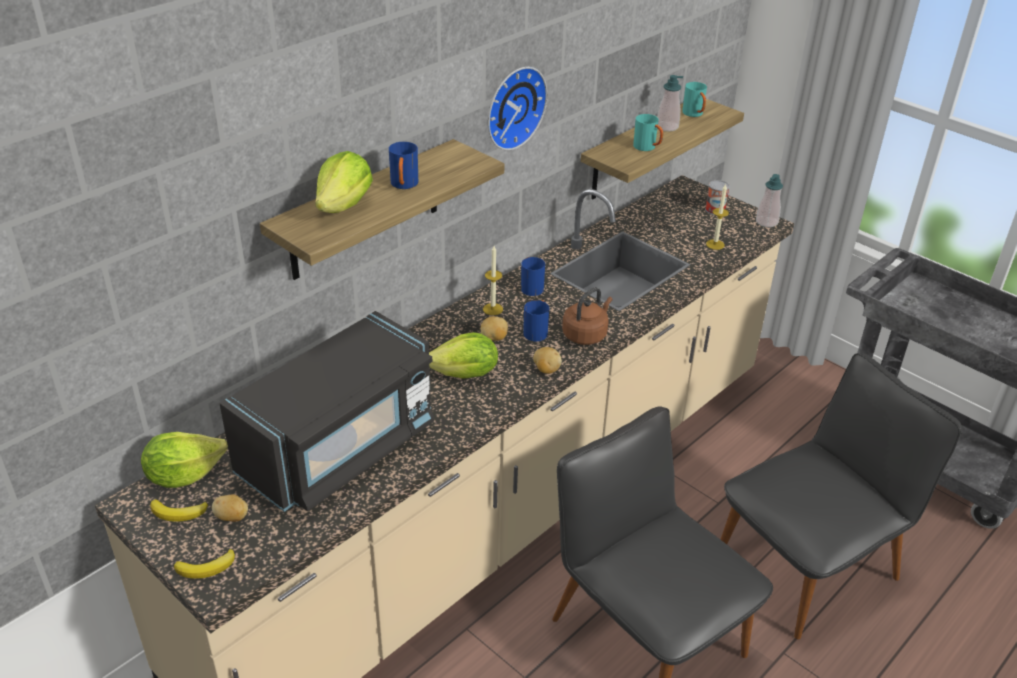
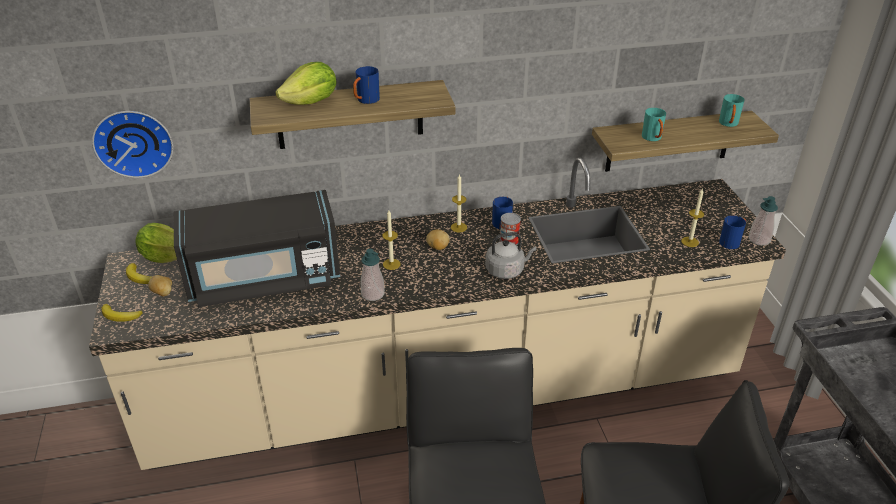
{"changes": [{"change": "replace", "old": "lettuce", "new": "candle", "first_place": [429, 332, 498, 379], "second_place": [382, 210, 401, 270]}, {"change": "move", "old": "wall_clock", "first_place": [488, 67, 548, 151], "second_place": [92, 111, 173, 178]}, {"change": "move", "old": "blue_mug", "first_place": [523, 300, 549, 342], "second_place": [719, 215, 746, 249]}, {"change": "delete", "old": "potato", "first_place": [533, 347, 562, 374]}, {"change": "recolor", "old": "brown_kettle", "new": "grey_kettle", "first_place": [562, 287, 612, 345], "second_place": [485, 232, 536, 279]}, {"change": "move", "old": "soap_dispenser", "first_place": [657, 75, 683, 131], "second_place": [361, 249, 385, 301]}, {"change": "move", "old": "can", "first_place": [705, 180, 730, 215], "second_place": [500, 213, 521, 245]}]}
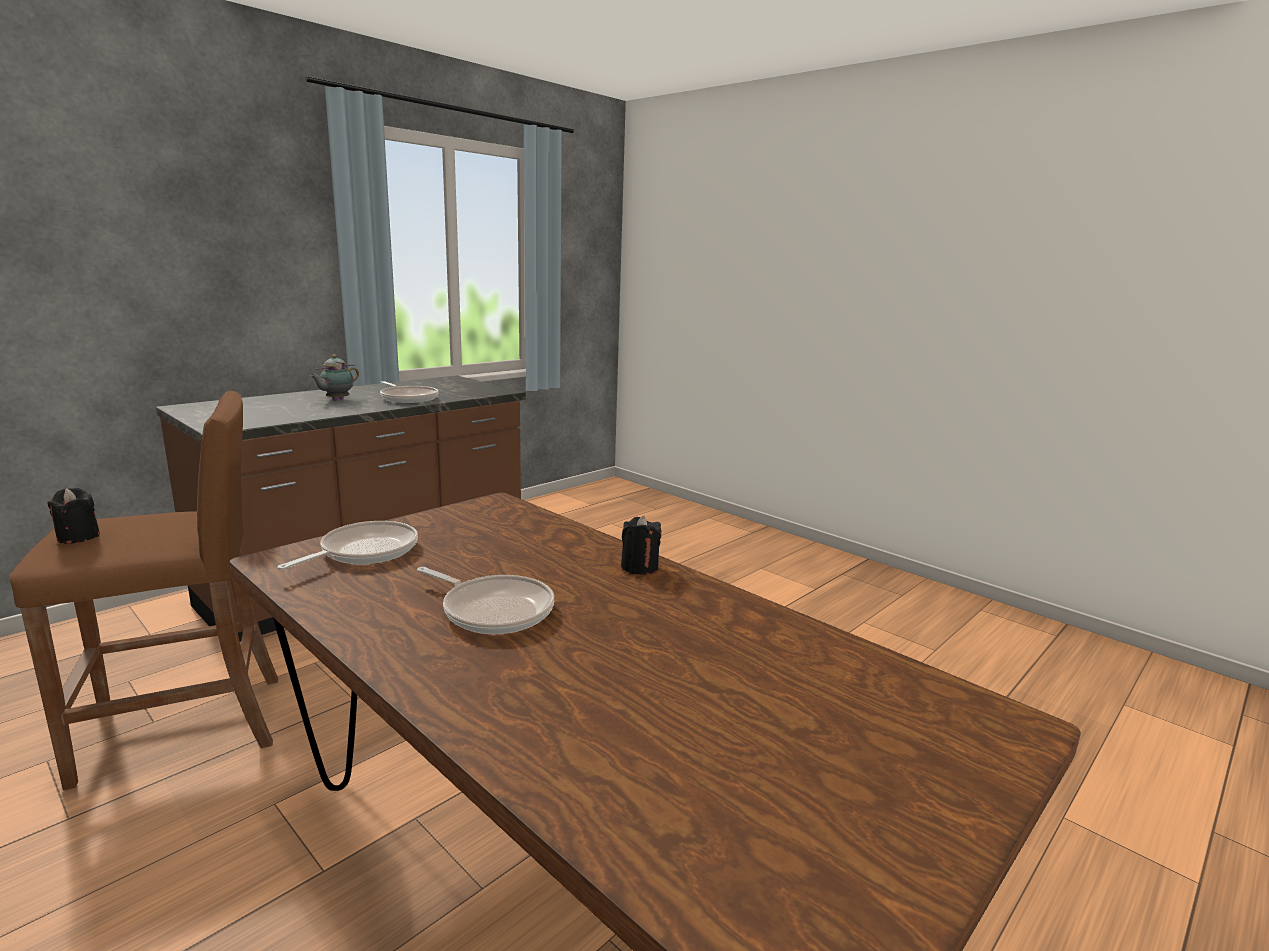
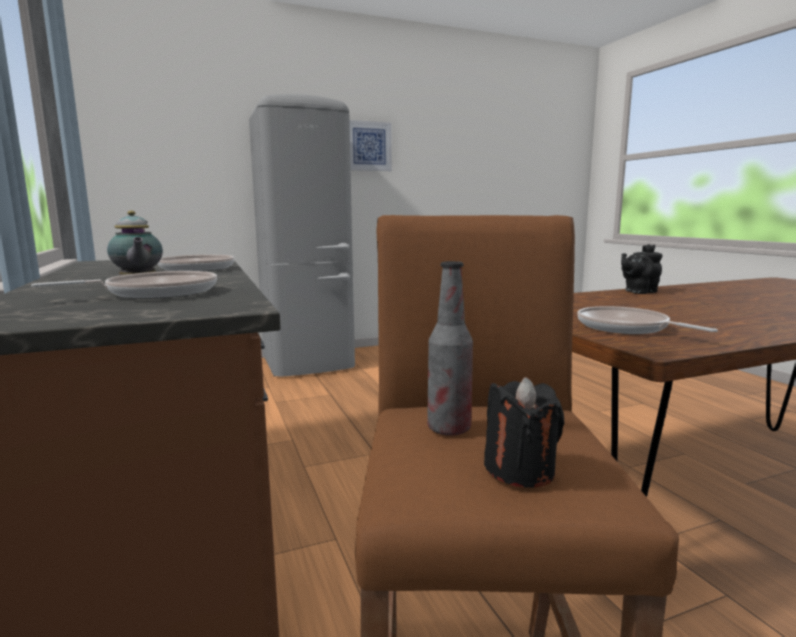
{"changes": [{"change": "move", "old": "frying_pan", "first_place": [417, 567, 554, 634], "second_place": [31, 271, 217, 299]}, {"change": "replace", "old": "black_candle", "new": "black_teapot", "first_place": [621, 515, 662, 575], "second_place": [621, 244, 663, 294]}, {"change": "insert", "new": "grey_fridge", "second_place": [249, 94, 355, 376]}, {"change": "insert", "new": "picture", "second_place": [349, 120, 392, 171]}, {"change": "insert", "new": "bottle", "second_place": [427, 261, 473, 436]}]}
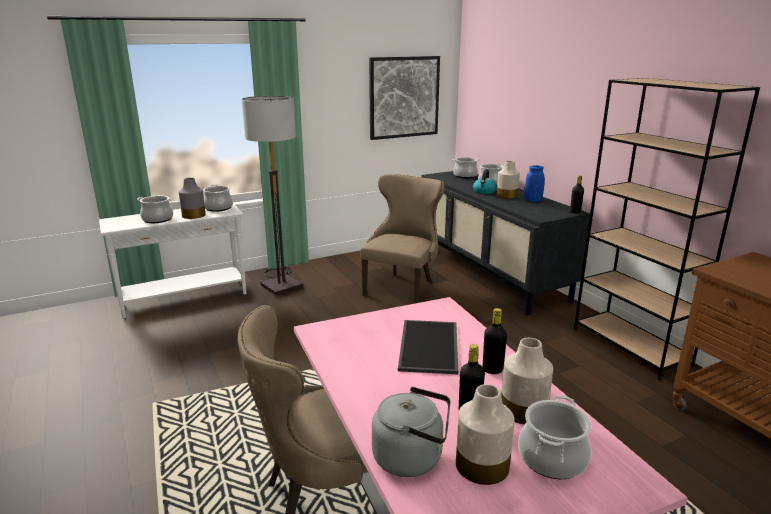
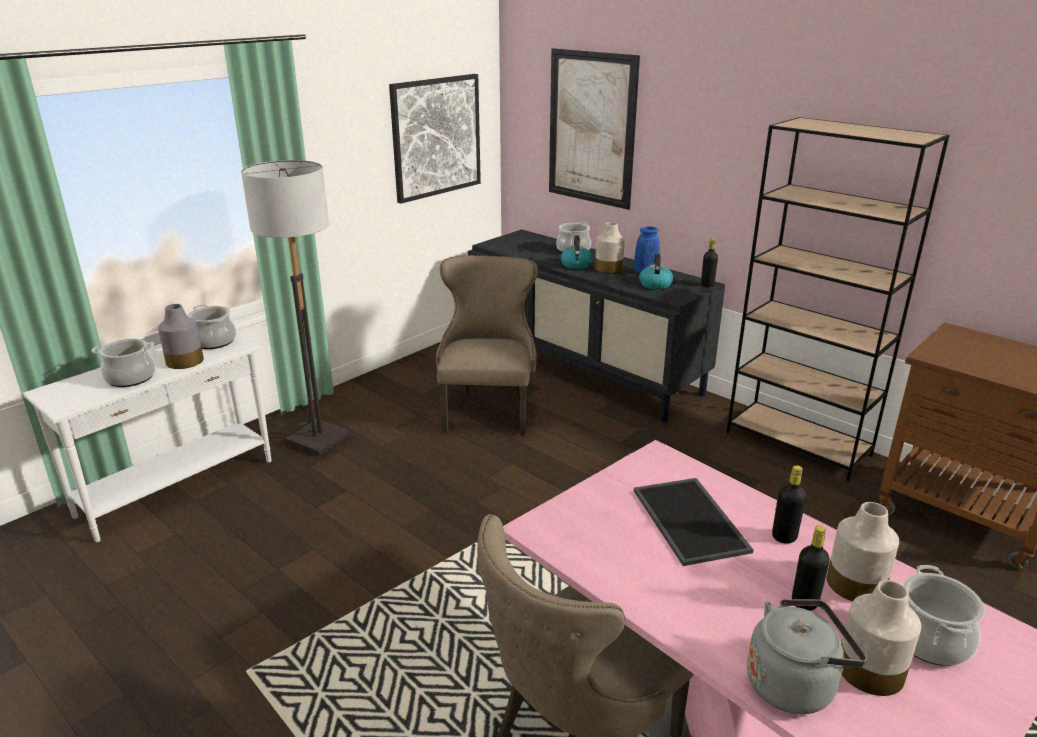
{"changes": [{"change": "delete", "old": "cooking_pot", "first_place": [452, 157, 480, 178]}, {"change": "insert", "new": "picture", "second_place": [549, 48, 640, 210]}, {"change": "insert", "new": "kettle", "second_place": [639, 253, 673, 290]}]}
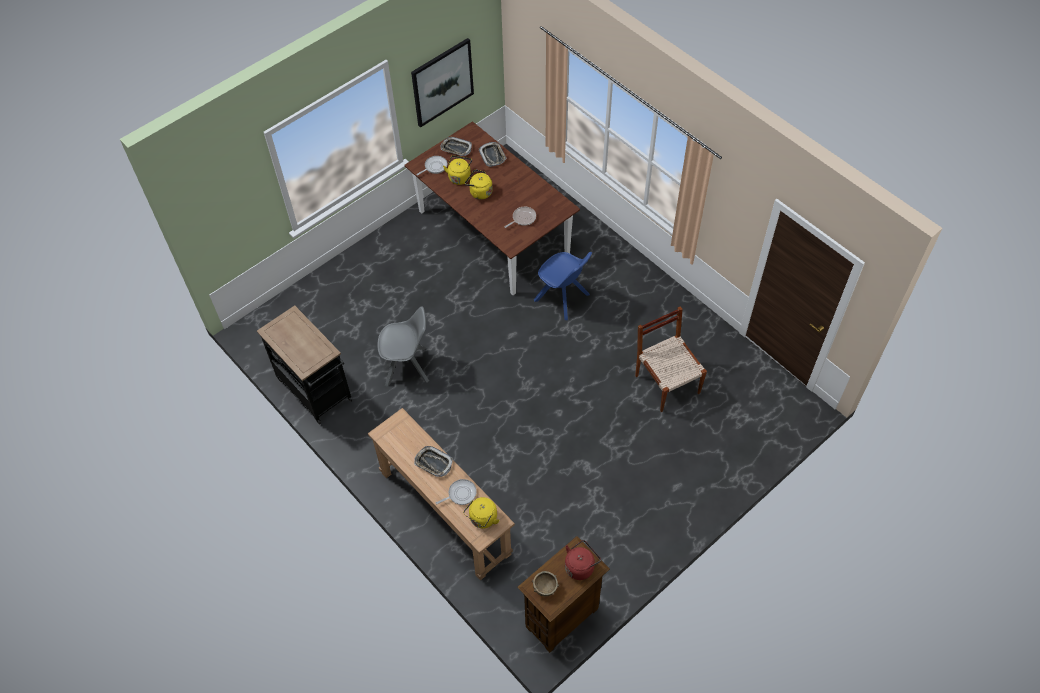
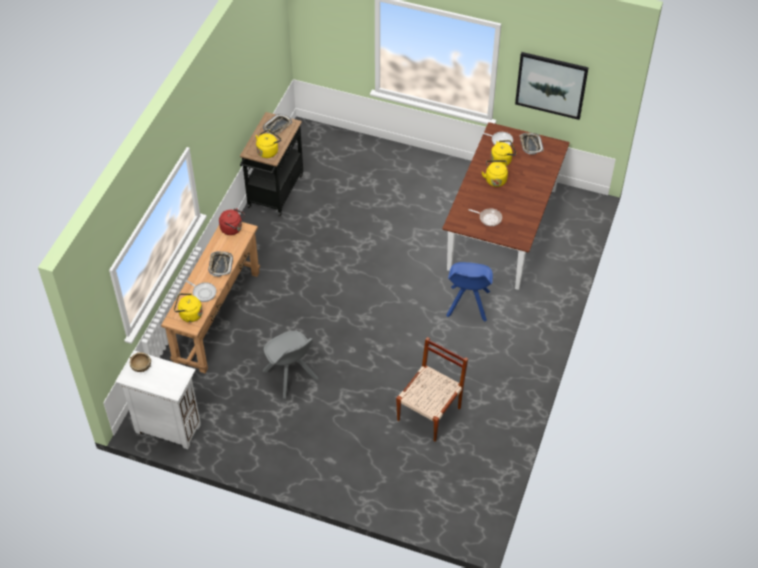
{"changes": [{"change": "move", "old": "grey_chair", "first_place": [377, 307, 429, 387], "second_place": [263, 331, 318, 399]}, {"change": "move", "old": "tray", "first_place": [479, 142, 507, 167], "second_place": [263, 114, 292, 134]}, {"change": "recolor", "old": "brown_cabinet", "new": "white_cabinet", "first_place": [517, 536, 610, 653], "second_place": [115, 350, 200, 449]}, {"change": "move", "old": "red_kettle", "first_place": [565, 540, 601, 580], "second_place": [219, 208, 245, 235]}, {"change": "insert", "new": "yellow_kettle", "second_place": [256, 130, 282, 158]}]}
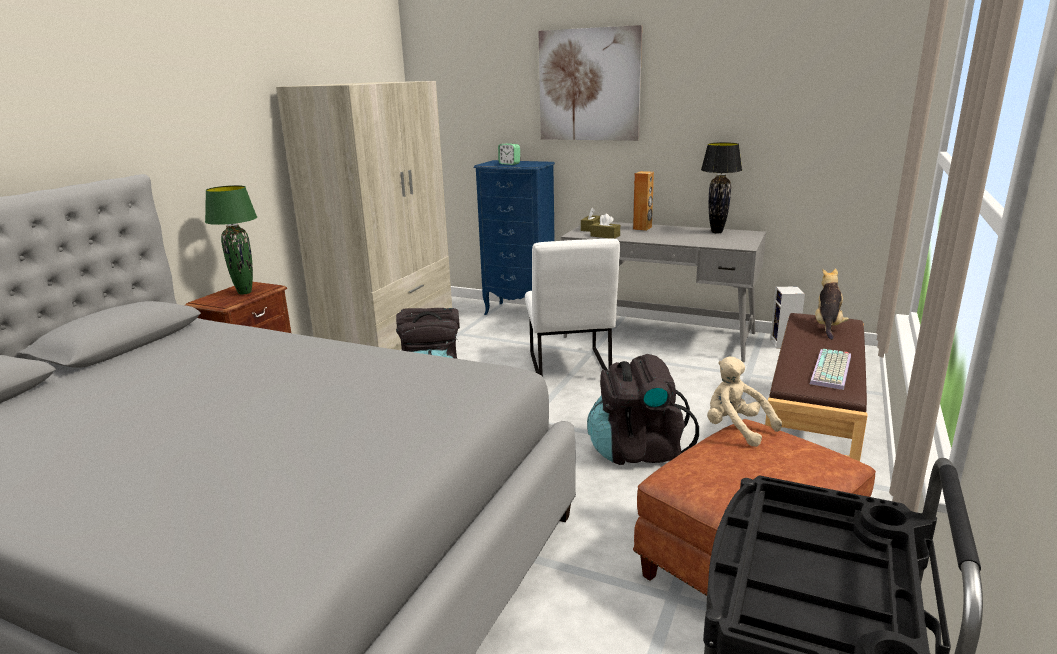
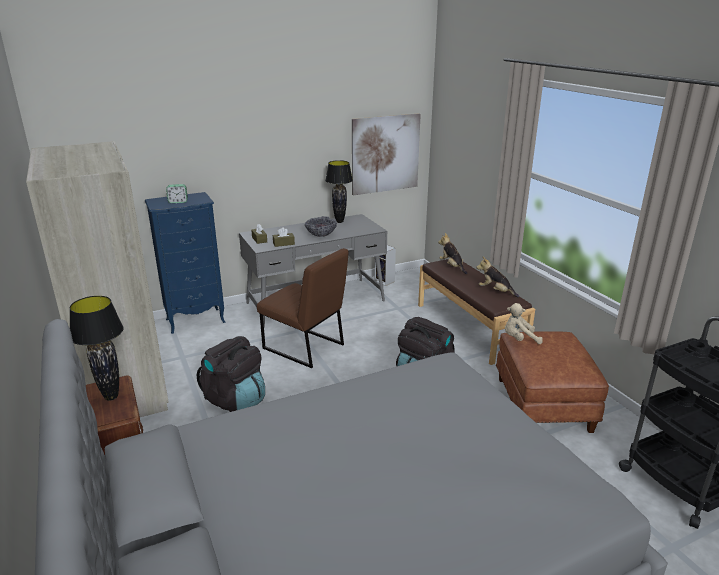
{"changes": [{"change": "recolor", "old": "green_table_lamp", "new": "black_table_lamp", "first_place": [205, 185, 257, 295], "second_place": [70, 296, 123, 401]}, {"change": "recolor", "old": "white_chair", "new": "brown_chair", "first_place": [525, 239, 620, 377], "second_place": [257, 248, 349, 368]}, {"change": "move", "old": "picture", "first_place": [538, 25, 642, 141], "second_place": [352, 113, 421, 195]}, {"change": "delete", "old": "brown_speaker", "first_place": [633, 171, 654, 231]}, {"change": "replace", "old": "keyboard", "new": "plush_toy", "first_place": [810, 349, 851, 390], "second_place": [477, 256, 519, 298]}, {"change": "insert", "new": "bowl", "second_place": [305, 216, 337, 237]}]}
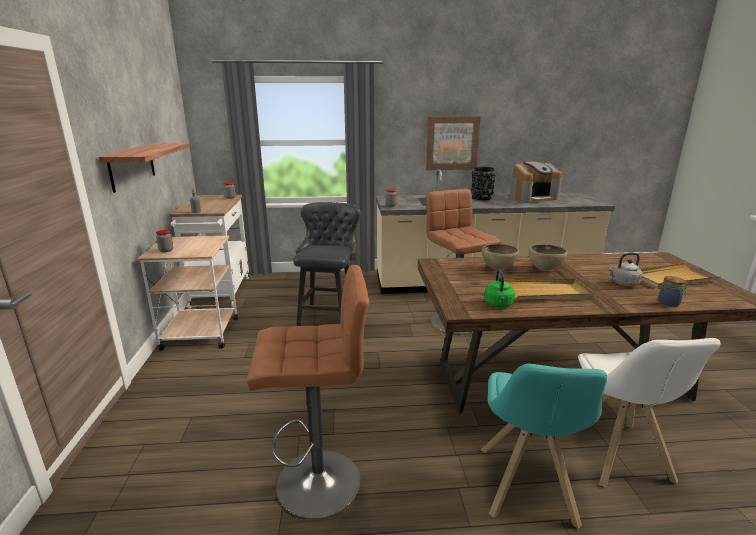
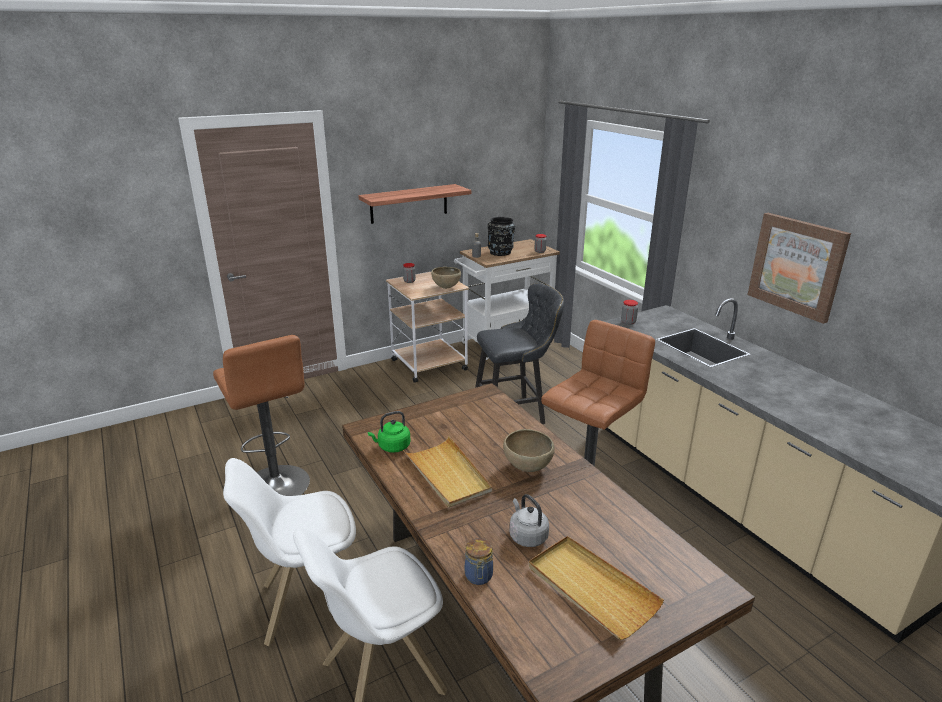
{"changes": [{"change": "move", "old": "black_vase", "first_place": [471, 167, 496, 200], "second_place": [488, 217, 515, 256]}, {"change": "recolor", "old": "turquoise_chair", "new": "white_chair", "first_place": [481, 364, 607, 529], "second_place": [223, 458, 356, 646]}, {"change": "move", "old": "brown_bowl", "first_place": [482, 244, 519, 271], "second_place": [431, 267, 461, 289]}, {"change": "delete", "old": "coffee_machine", "first_place": [509, 161, 562, 203]}]}
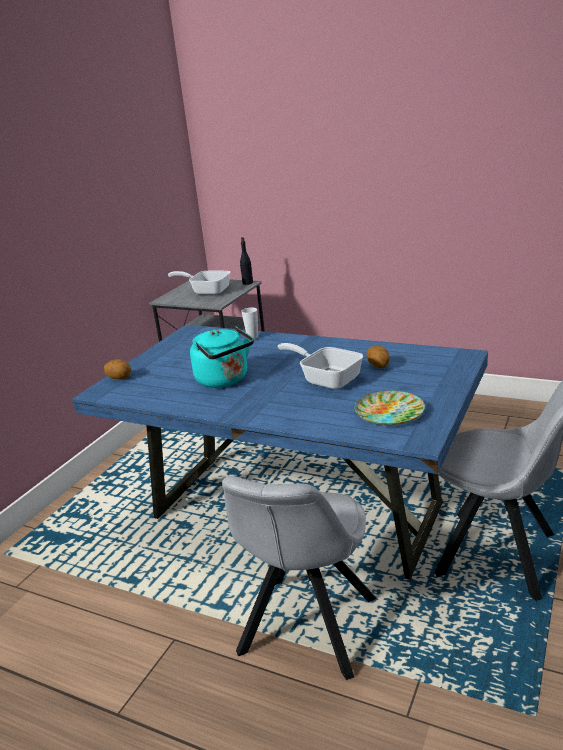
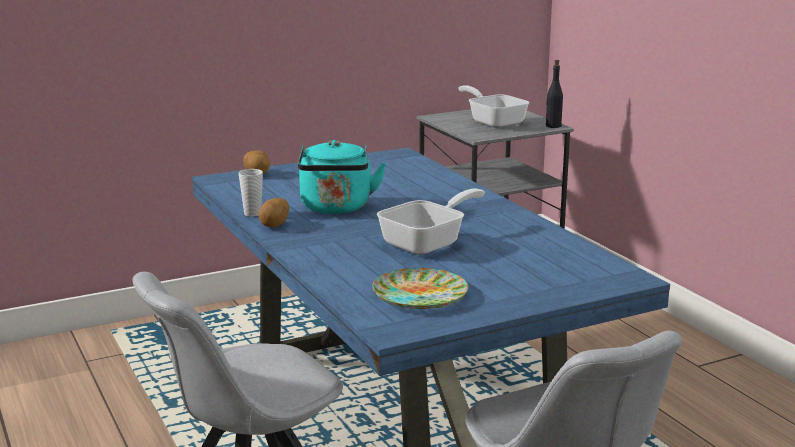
{"changes": [{"change": "move", "old": "cup", "first_place": [241, 308, 258, 339], "second_place": [239, 169, 263, 217]}, {"change": "rotate", "old": "frying_pan", "first_place": [277, 343, 363, 389], "second_place": [377, 189, 485, 255], "degrees": 60}, {"change": "move", "old": "potato", "first_place": [366, 346, 390, 368], "second_place": [258, 198, 289, 227]}]}
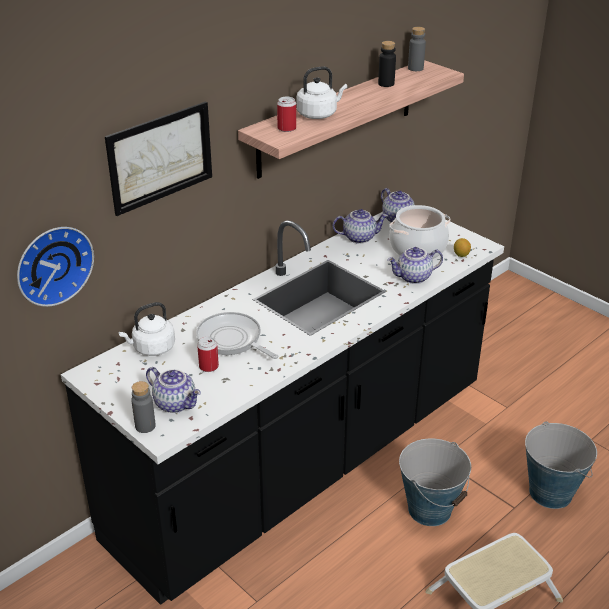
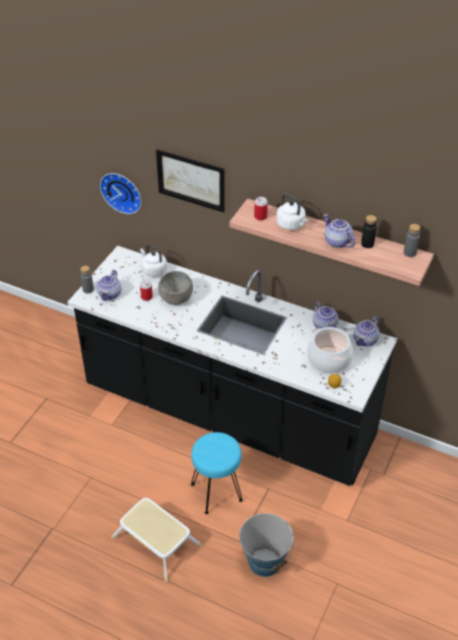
{"changes": [{"change": "replace", "old": "frying_pan", "new": "grey_bowl", "first_place": [196, 312, 278, 359], "second_place": [158, 271, 193, 305]}, {"change": "move", "old": "teapot", "first_place": [387, 247, 443, 284], "second_place": [324, 214, 355, 248]}, {"change": "replace", "old": "bucket", "new": "turquoise_stool", "first_place": [399, 438, 471, 526], "second_place": [191, 432, 243, 514]}]}
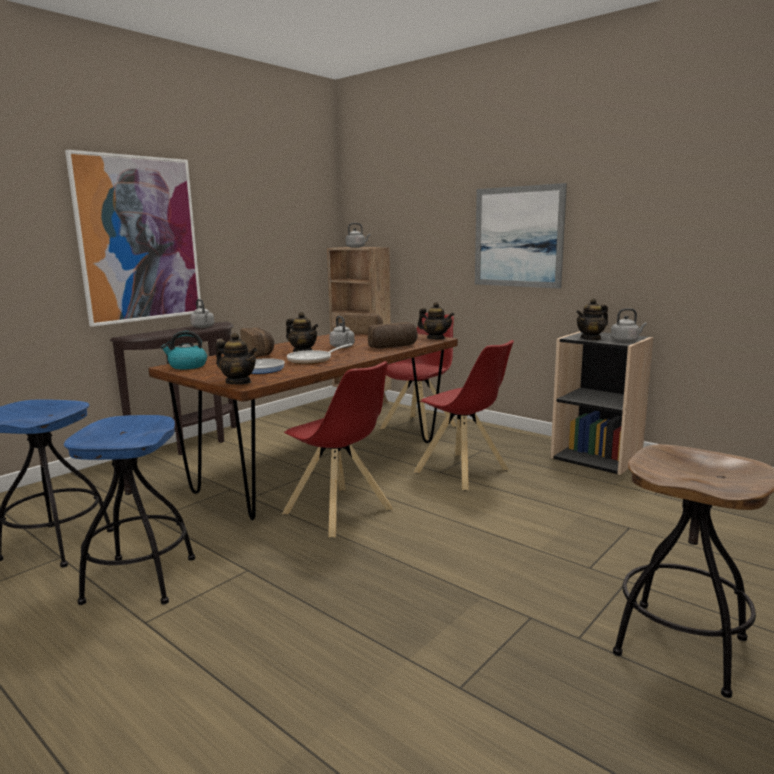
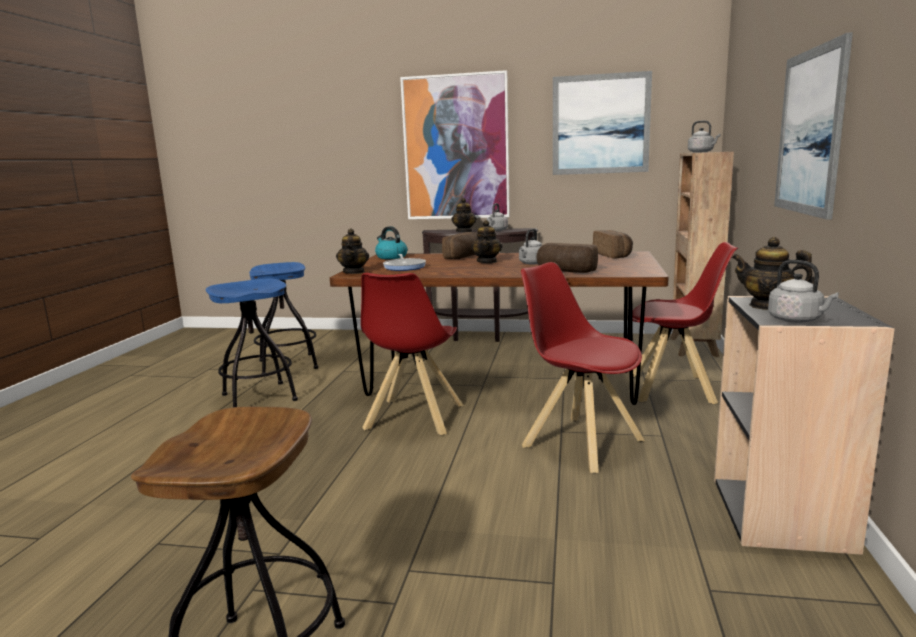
{"changes": [{"change": "delete", "old": "frying_pan", "first_place": [287, 343, 353, 365]}, {"change": "rotate", "old": "red_chair", "first_place": [414, 340, 514, 490], "second_place": [521, 262, 645, 473], "degrees": 120}, {"change": "move", "old": "teapot", "first_place": [418, 302, 454, 339], "second_place": [451, 198, 476, 232]}, {"change": "insert", "new": "picture", "second_place": [553, 71, 652, 175]}]}
